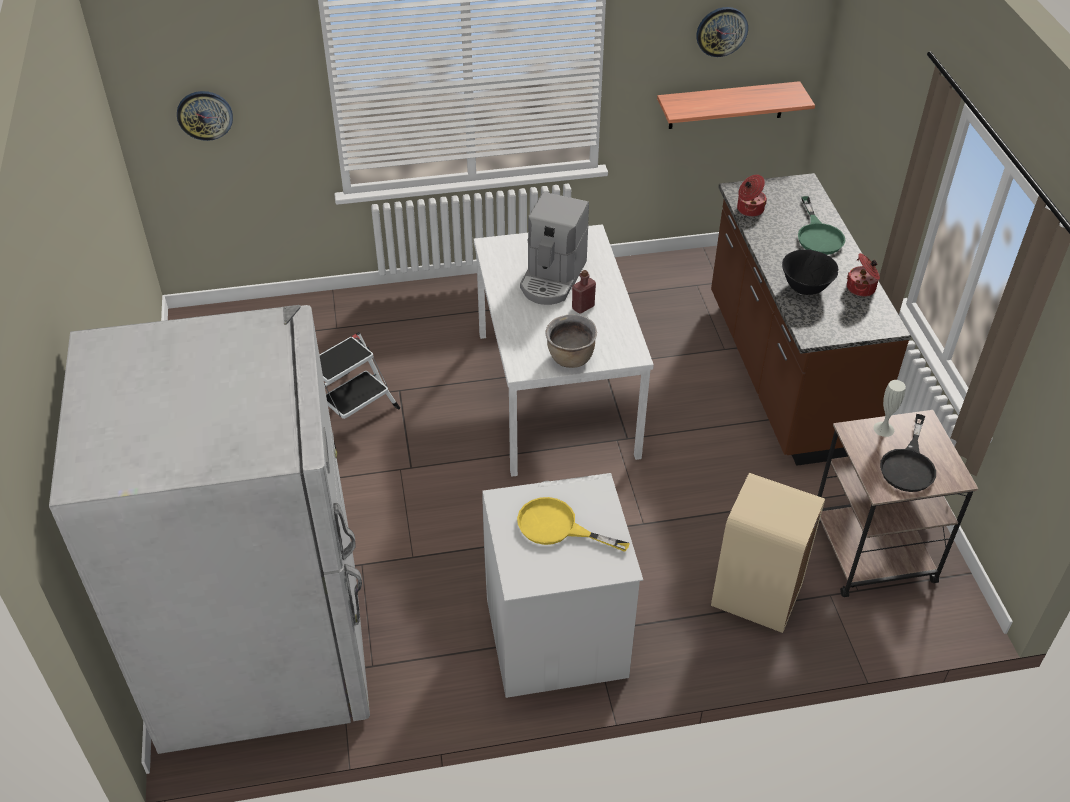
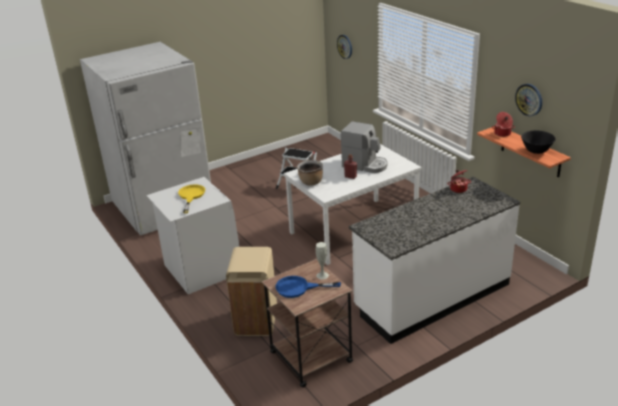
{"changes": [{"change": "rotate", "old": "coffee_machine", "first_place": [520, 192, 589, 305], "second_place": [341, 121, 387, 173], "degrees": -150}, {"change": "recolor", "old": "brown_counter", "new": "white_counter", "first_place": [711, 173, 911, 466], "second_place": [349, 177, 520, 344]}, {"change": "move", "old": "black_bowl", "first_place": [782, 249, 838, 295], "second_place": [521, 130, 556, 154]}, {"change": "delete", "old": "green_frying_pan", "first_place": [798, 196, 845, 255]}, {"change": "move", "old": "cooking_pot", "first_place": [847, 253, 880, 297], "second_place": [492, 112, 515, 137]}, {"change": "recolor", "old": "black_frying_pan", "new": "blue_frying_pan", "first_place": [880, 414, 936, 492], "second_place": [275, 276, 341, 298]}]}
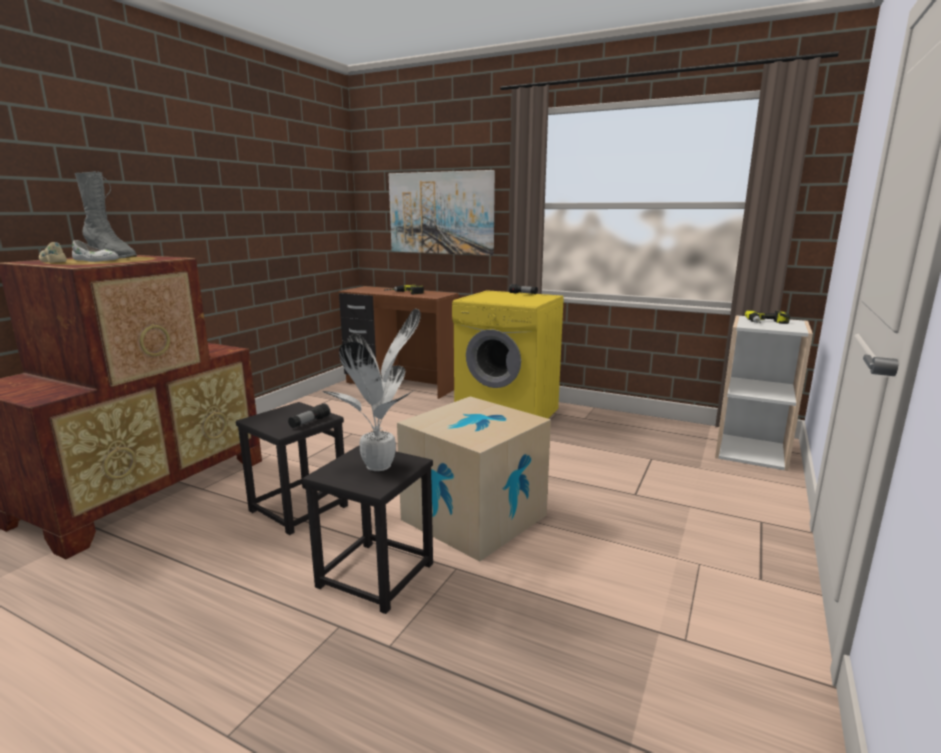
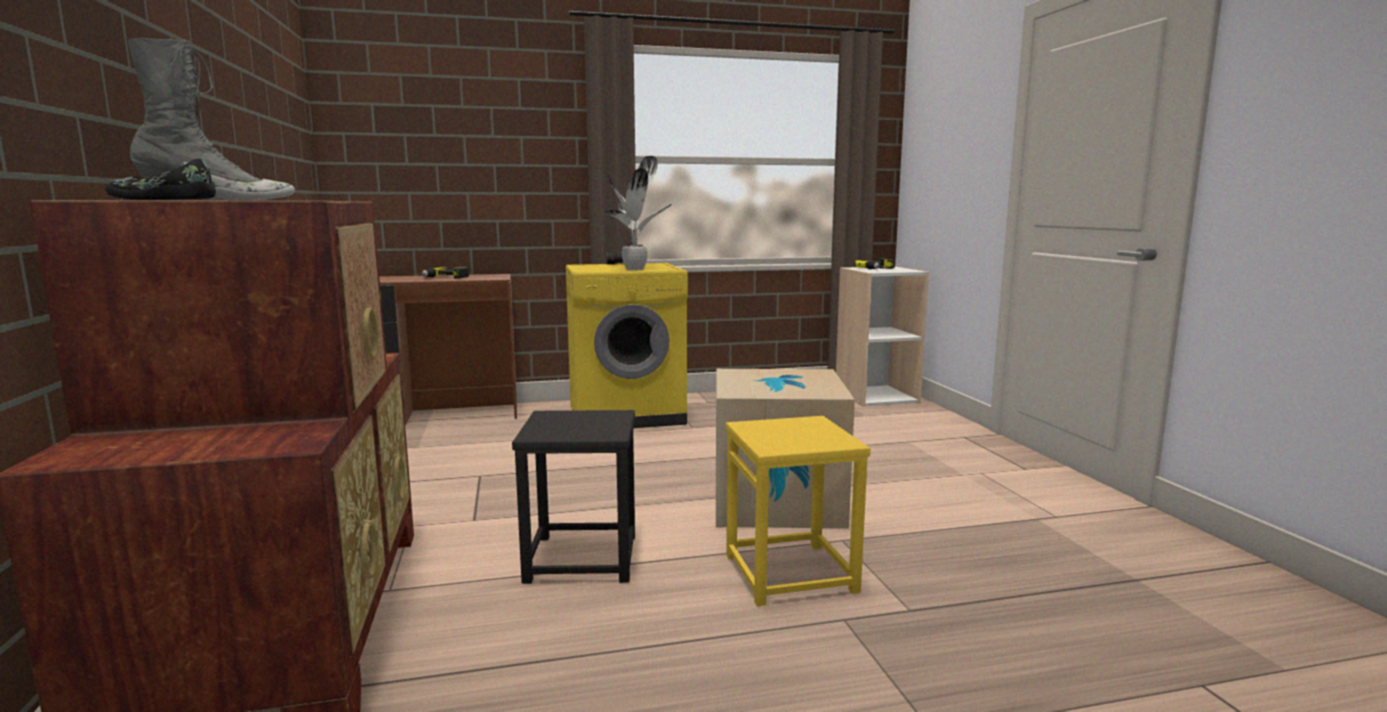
{"changes": [{"change": "recolor", "old": "beige_shoe", "new": "black_shoe", "first_place": [39, 242, 67, 263], "second_place": [105, 159, 216, 200]}, {"change": "delete", "old": "flashlight", "first_place": [288, 403, 330, 428]}, {"change": "recolor", "old": "black_stool", "new": "yellow_stool", "first_place": [303, 445, 433, 614], "second_place": [725, 416, 870, 606]}, {"change": "move", "old": "potted_plant", "first_place": [322, 309, 421, 471], "second_place": [605, 156, 672, 270]}, {"change": "delete", "old": "picture", "first_place": [389, 170, 495, 255]}]}
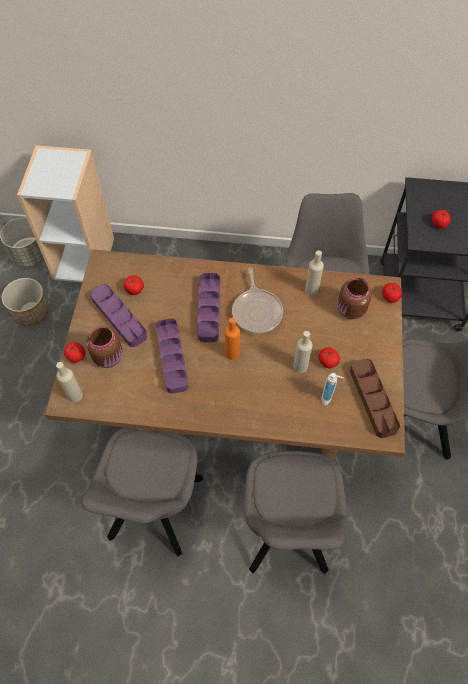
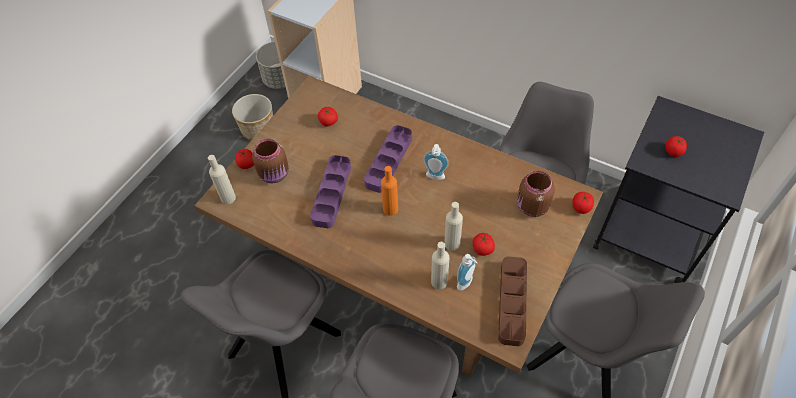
{"changes": [{"change": "delete", "old": "purple_tray", "first_place": [90, 284, 147, 347]}, {"change": "replace", "old": "frying_pan", "new": "soap_dispenser", "first_place": [232, 267, 283, 334], "second_place": [423, 144, 449, 180]}, {"change": "move", "old": "beige_bottle", "first_place": [305, 250, 324, 296], "second_place": [431, 242, 450, 289]}]}
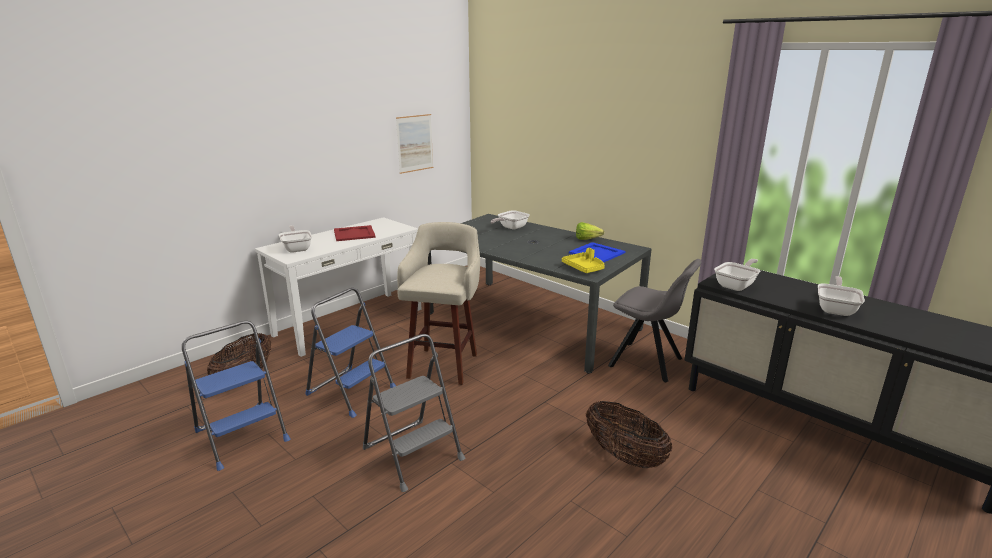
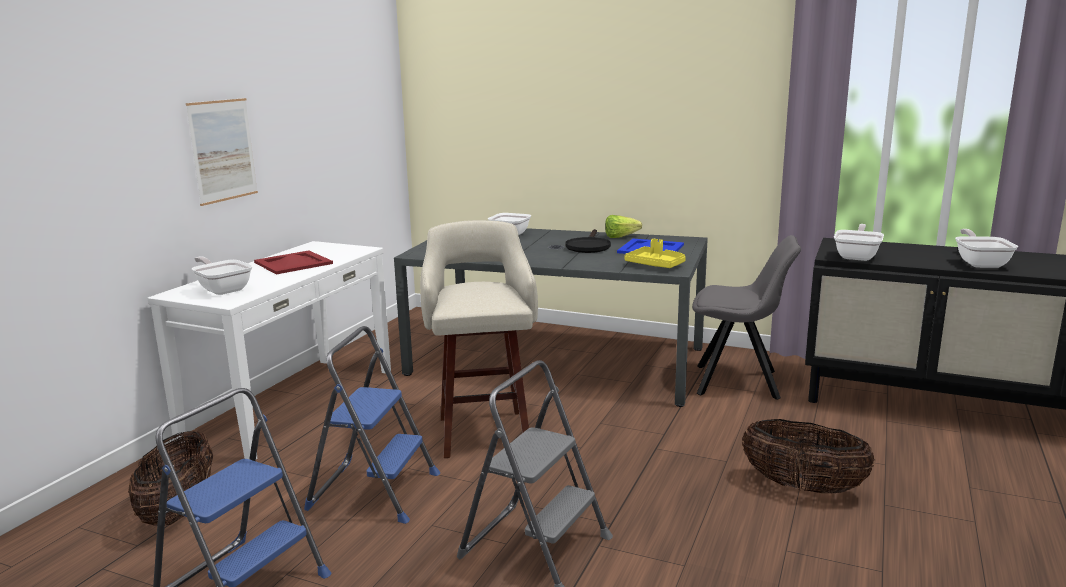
{"changes": [{"change": "move", "old": "picture", "first_place": [396, 114, 433, 174], "second_place": [186, 98, 258, 206]}, {"change": "insert", "new": "black_frying_pan", "second_place": [566, 229, 611, 253]}]}
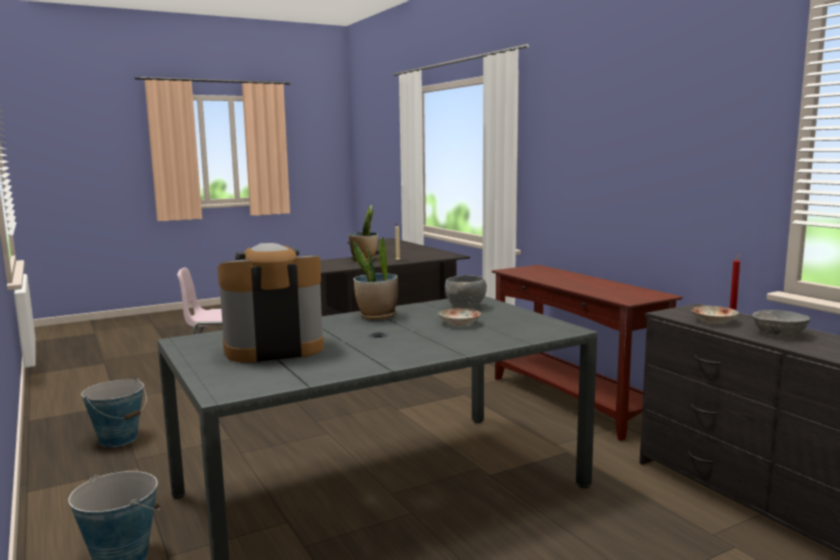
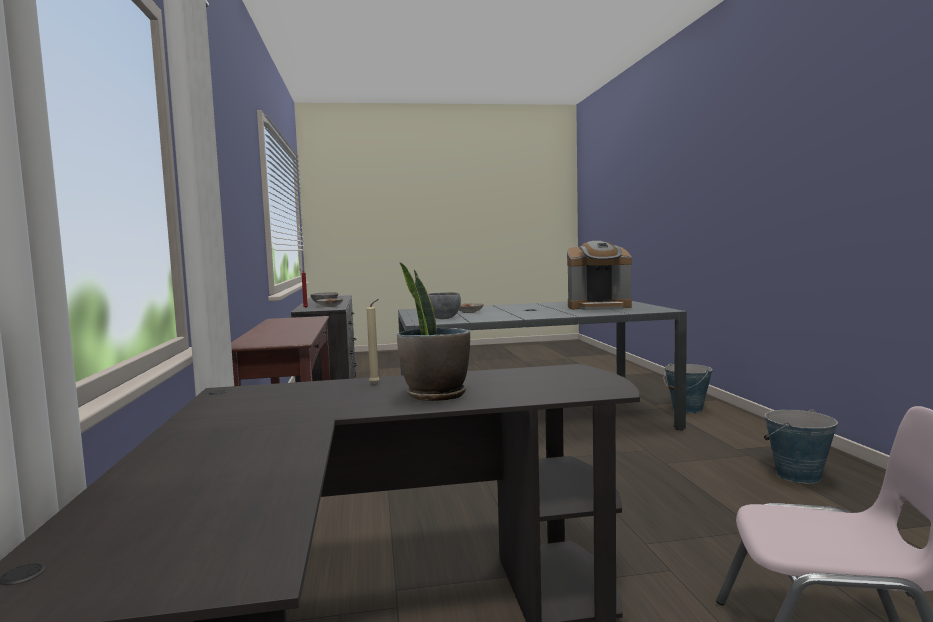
{"changes": [{"change": "delete", "old": "potted_plant", "first_place": [353, 236, 398, 320]}]}
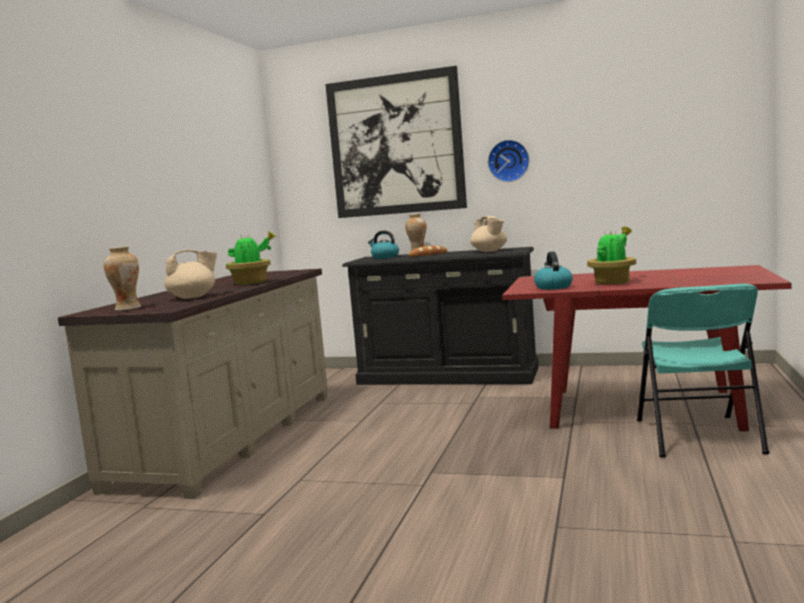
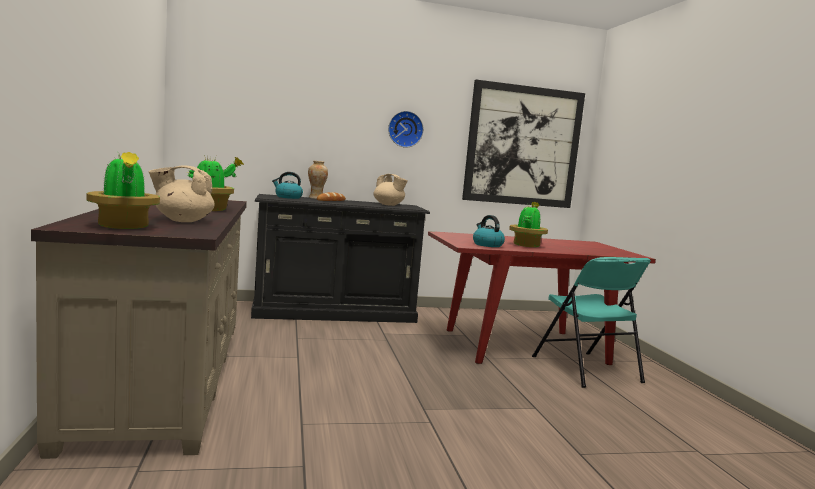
{"changes": [{"change": "replace", "old": "vase", "new": "potted_plant", "first_place": [104, 246, 141, 311], "second_place": [86, 151, 160, 229]}, {"change": "rotate", "old": "beige_teapot", "first_place": [164, 250, 217, 299], "second_place": [149, 165, 214, 222], "degrees": -135}, {"change": "move", "old": "picture", "first_place": [325, 66, 467, 218], "second_place": [462, 80, 585, 208]}]}
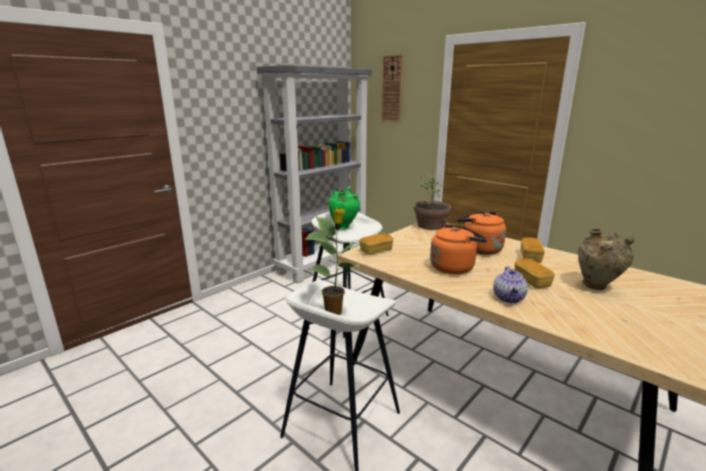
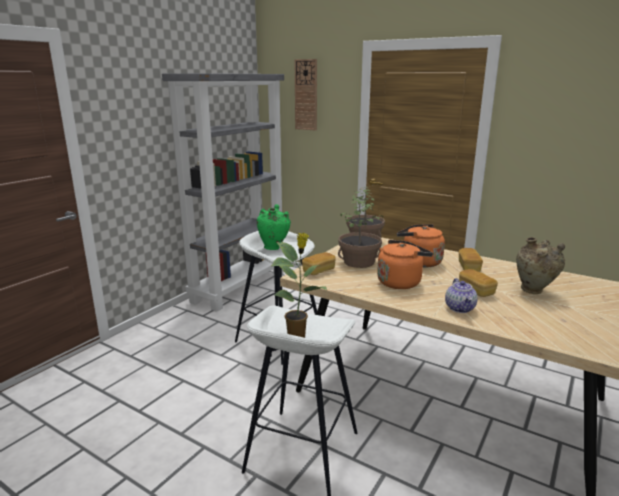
{"changes": [{"change": "insert", "new": "potted_plant", "second_place": [338, 199, 383, 268]}]}
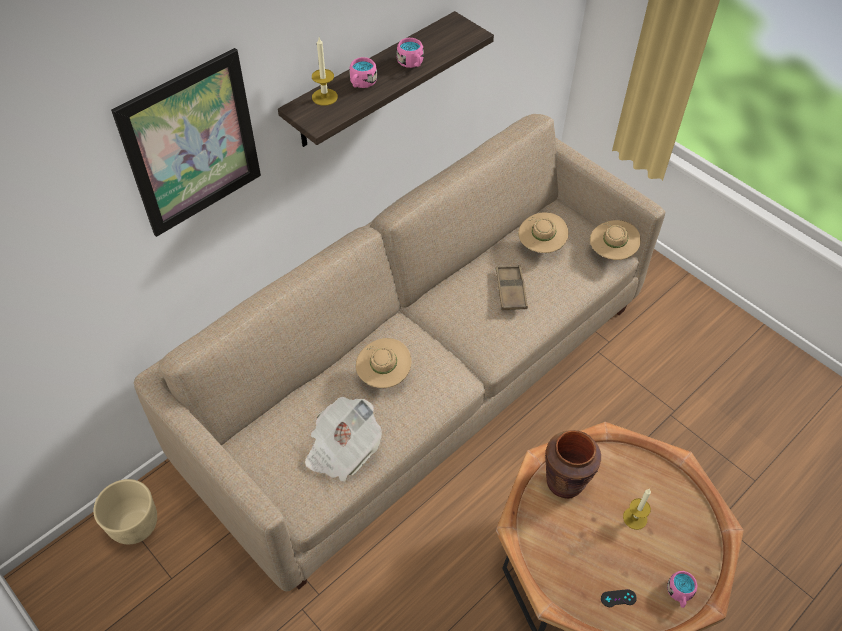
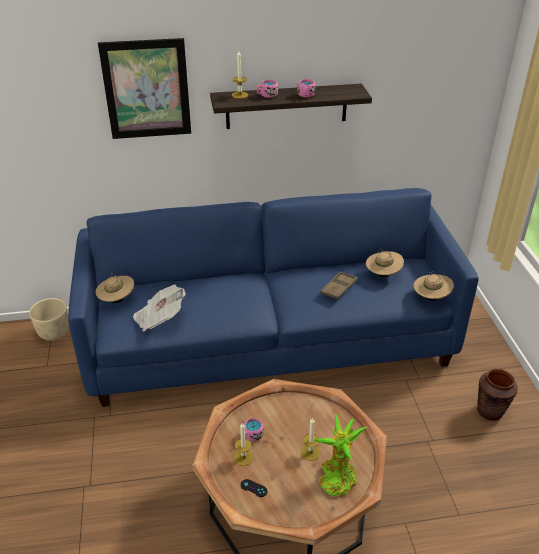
{"changes": [{"change": "recolor", "old": "beige_sofa", "new": "blue_sofa", "first_place": [134, 114, 665, 591], "second_place": [68, 188, 479, 407]}, {"change": "move", "old": "beige_hat", "first_place": [356, 338, 411, 388], "second_place": [95, 273, 134, 303]}, {"change": "move", "old": "brown_vase", "first_place": [545, 430, 601, 499], "second_place": [477, 369, 518, 421]}, {"change": "move", "old": "pink_mug", "first_place": [667, 571, 698, 608], "second_place": [244, 418, 264, 441]}, {"change": "insert", "new": "candle", "second_place": [234, 423, 253, 466]}, {"change": "insert", "new": "potted_plant", "second_place": [313, 415, 367, 496]}]}
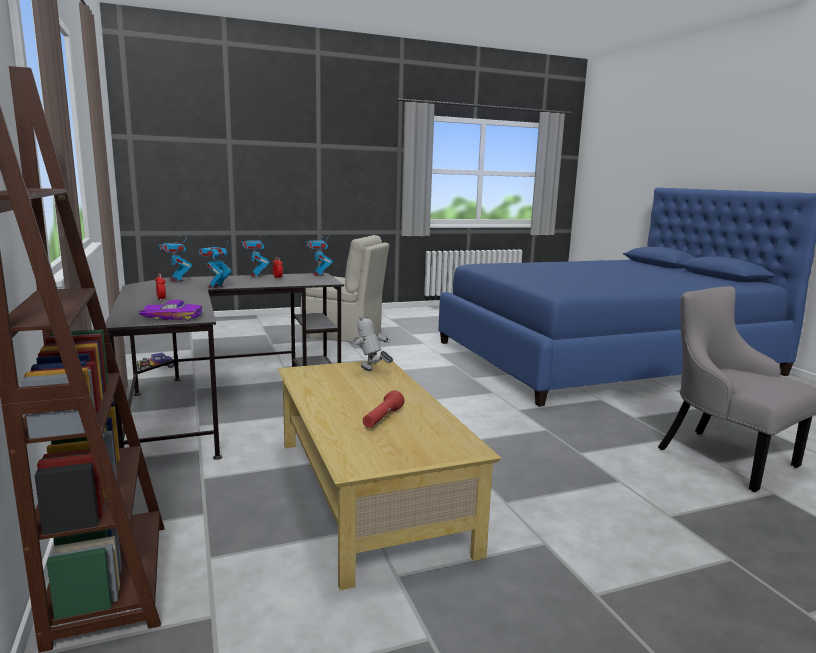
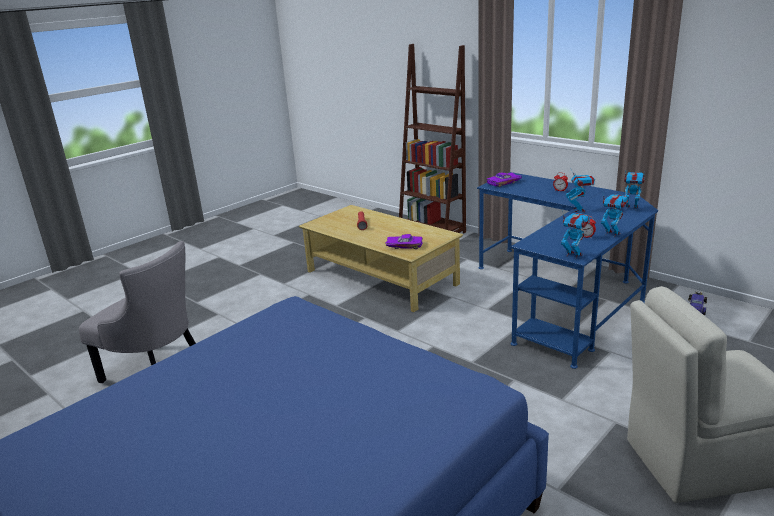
{"changes": [{"change": "recolor", "old": "black_desk", "new": "blue_desk", "first_place": [105, 273, 344, 460], "second_place": [477, 172, 658, 369]}, {"change": "replace", "old": "toy_robot", "new": "purple_toy_car", "first_place": [354, 315, 393, 371], "second_place": [385, 234, 423, 249]}]}
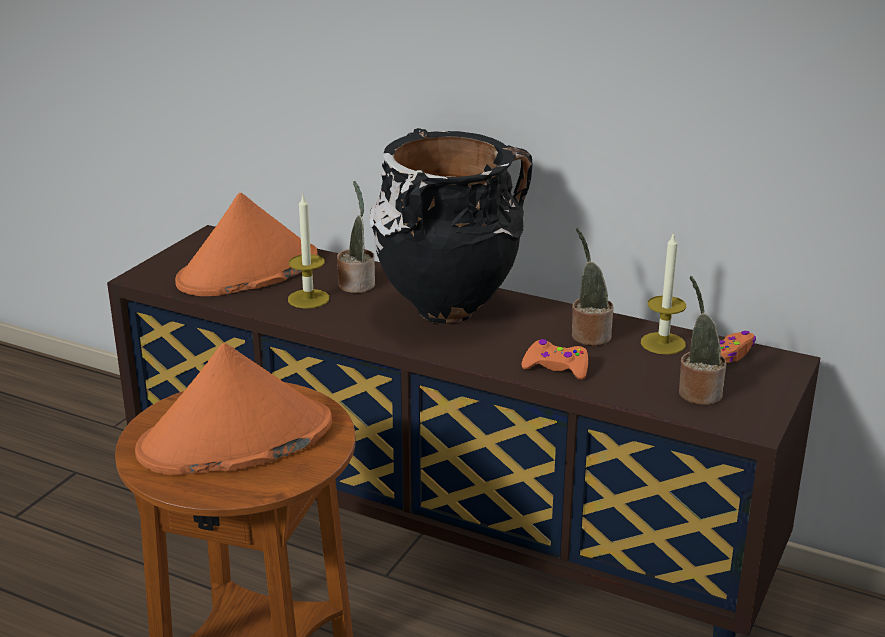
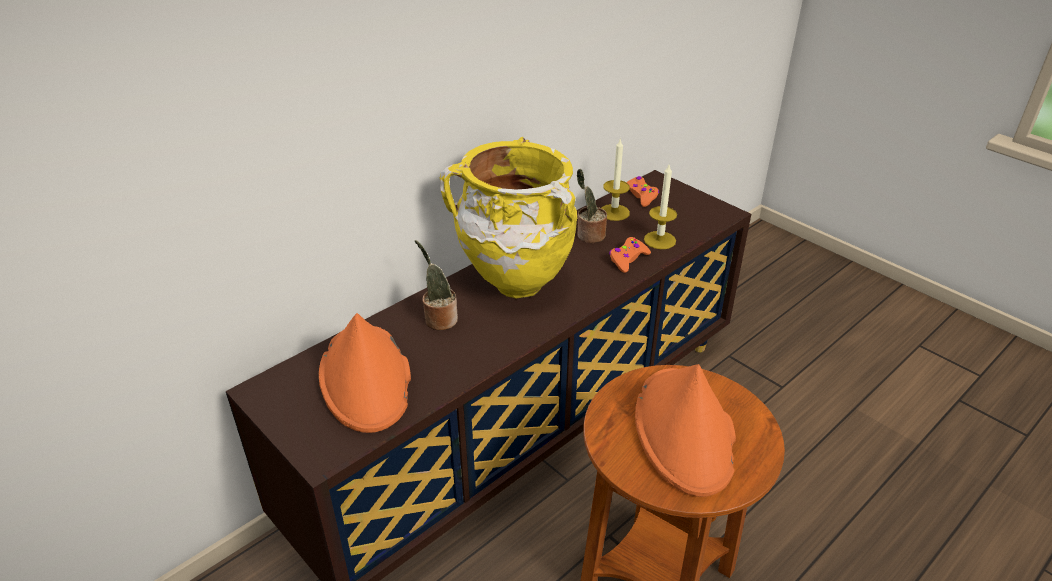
{"changes": [{"change": "move", "old": "candle", "first_place": [288, 196, 329, 309], "second_place": [644, 165, 677, 249]}, {"change": "recolor", "old": "black_vase", "new": "yellow_vase", "first_place": [370, 128, 533, 324], "second_place": [440, 137, 577, 299]}, {"change": "delete", "old": "potted_plant", "first_place": [679, 276, 726, 405]}]}
